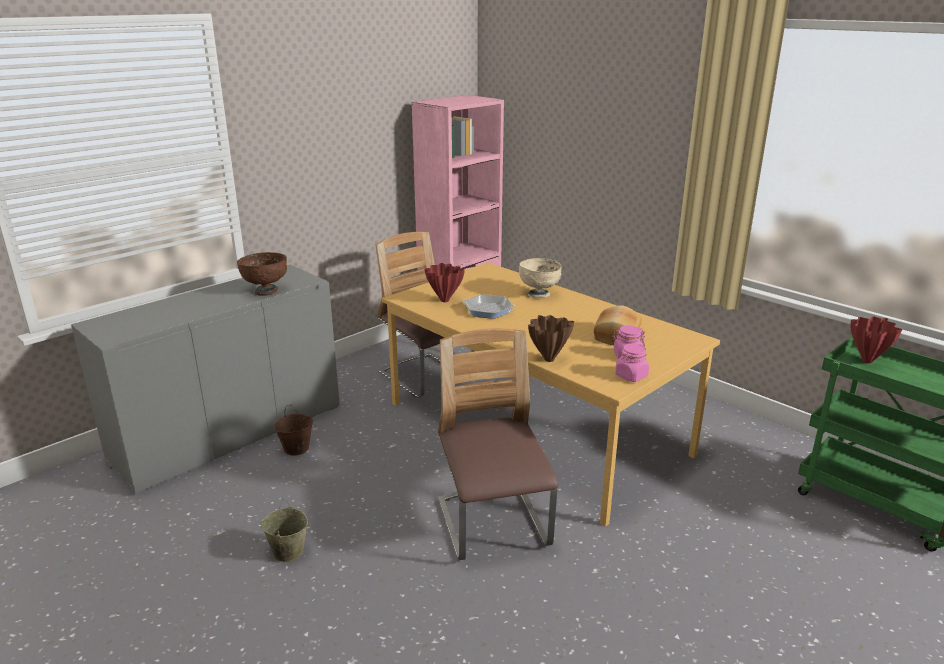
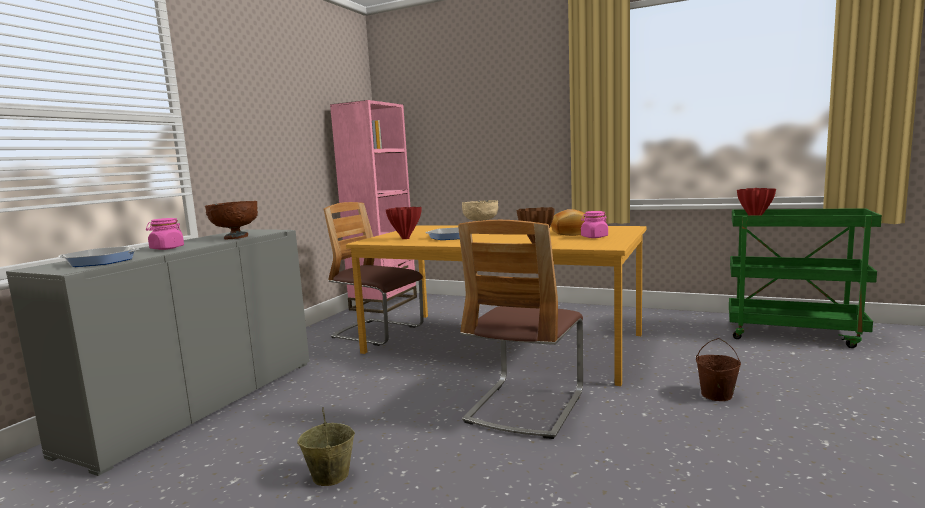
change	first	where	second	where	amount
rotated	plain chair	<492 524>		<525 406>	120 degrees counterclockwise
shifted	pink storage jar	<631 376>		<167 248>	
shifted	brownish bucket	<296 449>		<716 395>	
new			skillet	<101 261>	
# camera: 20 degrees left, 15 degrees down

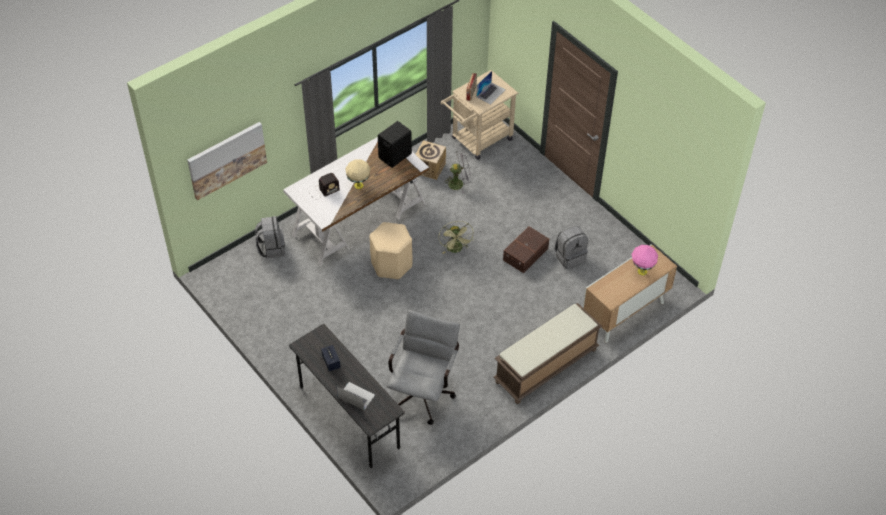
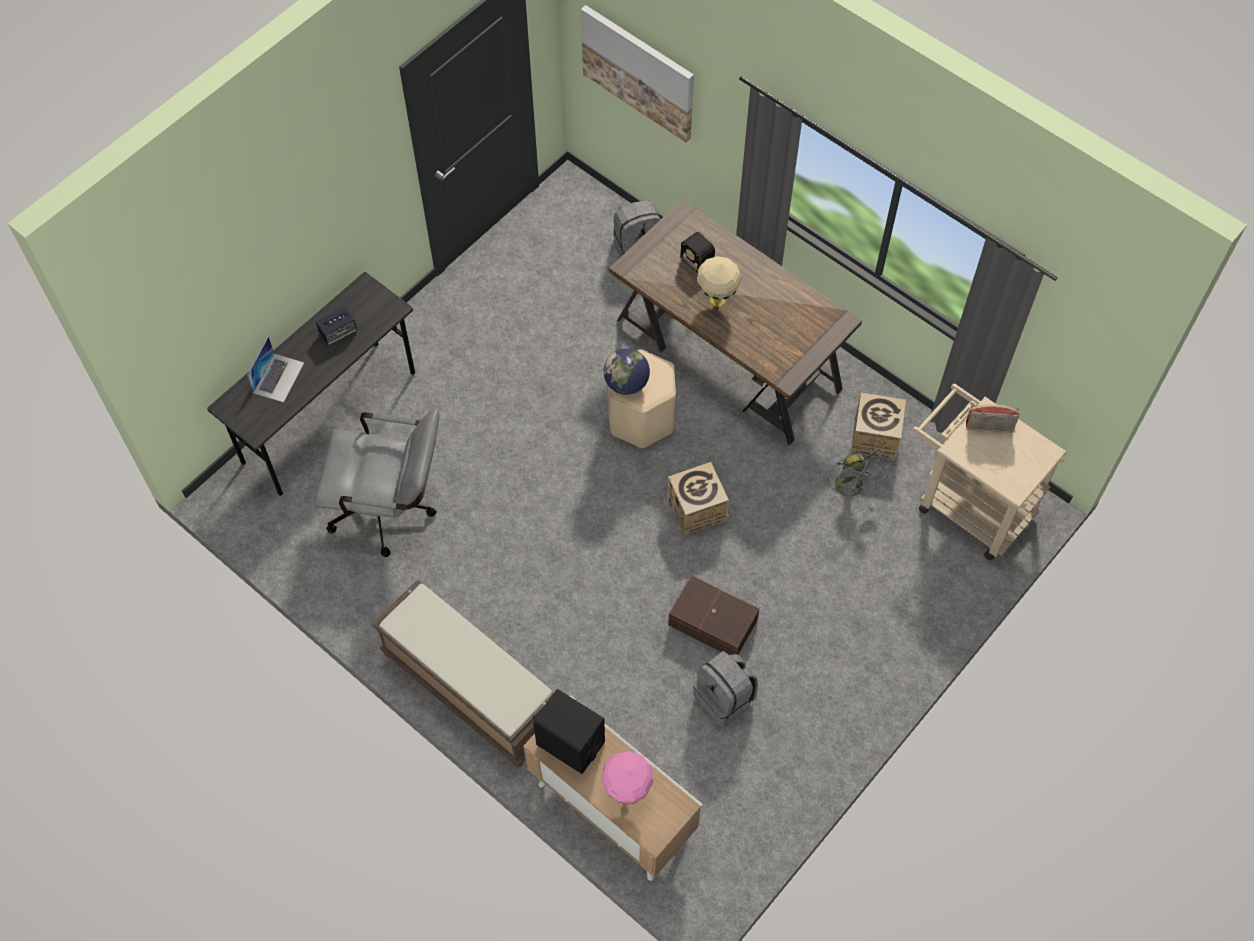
change	first	where	second	where	amount
gone	portable computer	<490 93>			
shifted	blackish speaker	<395 156>		<570 743>	
repainted	white desk	<359 218>	brownish desk	<729 353>	
swapped	green-coloured electric fan	<456 249>	carton	<696 509>	
new			desk globe	<626 383>	
# camera: 80 degrees right, 10 degrees up

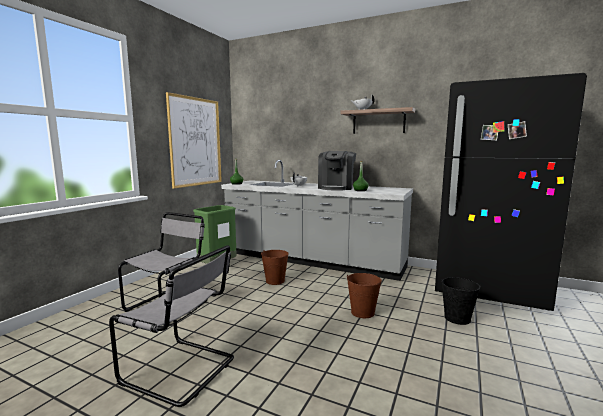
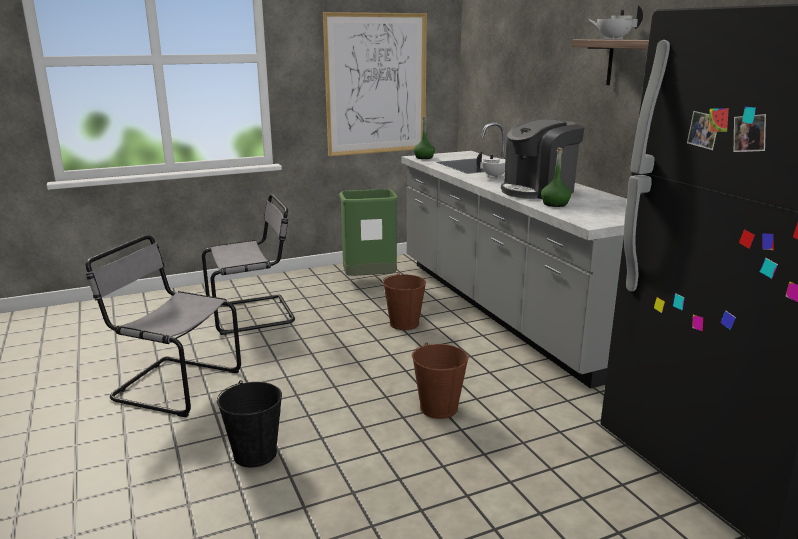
change	first	where	second	where	amount
rotated	gray plain chair	<182 371>		<173 385>	135 degrees clockwise
shifted	blackish bucket	<457 318>		<255 453>	
# camera: 40 degrees right, 10 degrees up

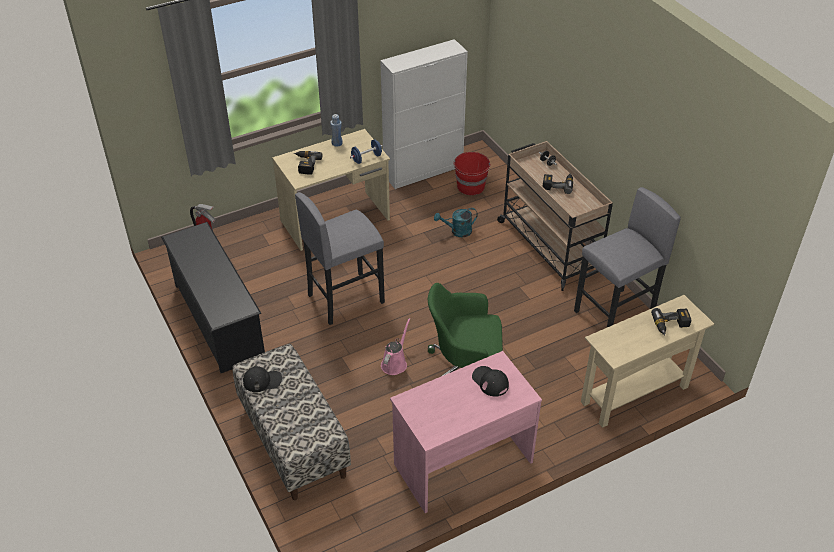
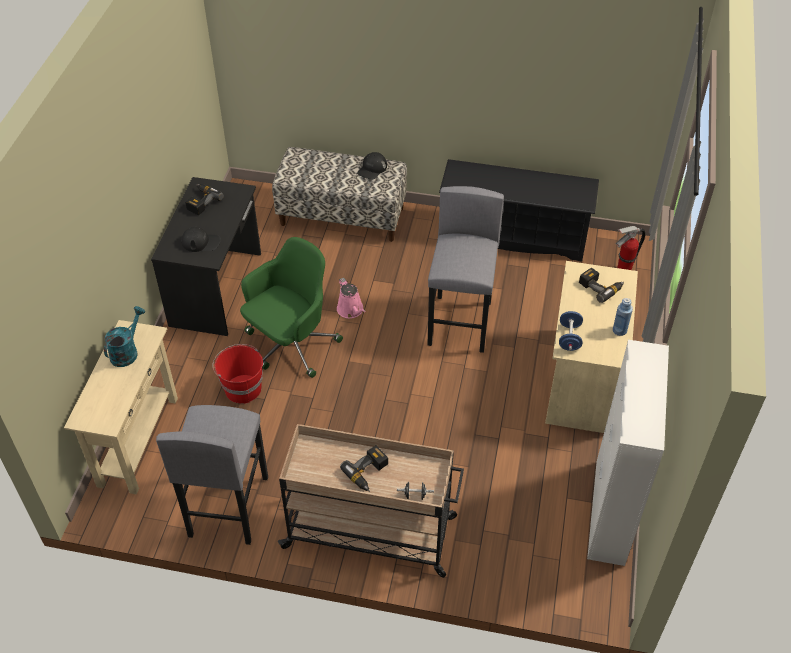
change	first	where	second	where	amount
shifted	red bucket	<471 187>		<242 388>	
shifted	turquoise-coloured watering pot	<457 231>		<127 351>	
shifted	power drill	<671 326>		<201 201>	
repainted	pink desk	<462 462>	blackish desk	<217 289>	
# camera: 130 degrees right, 5 degrees up

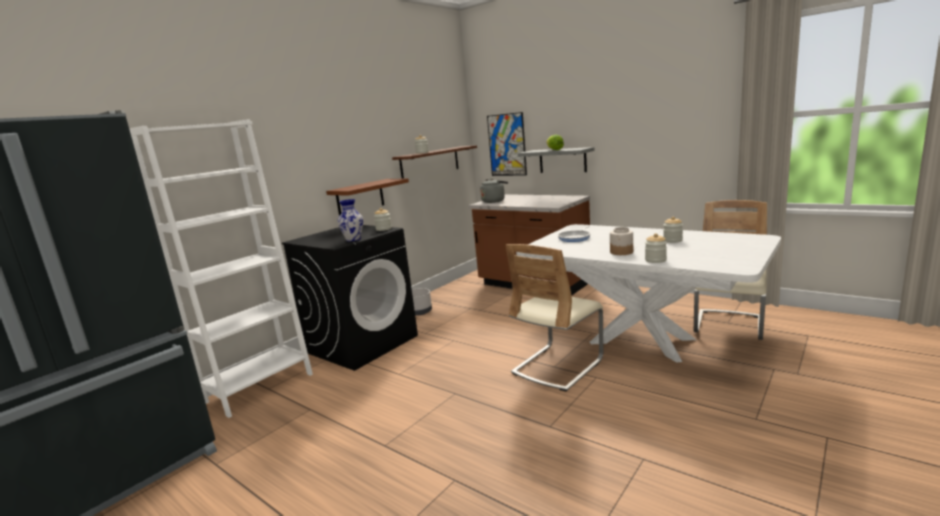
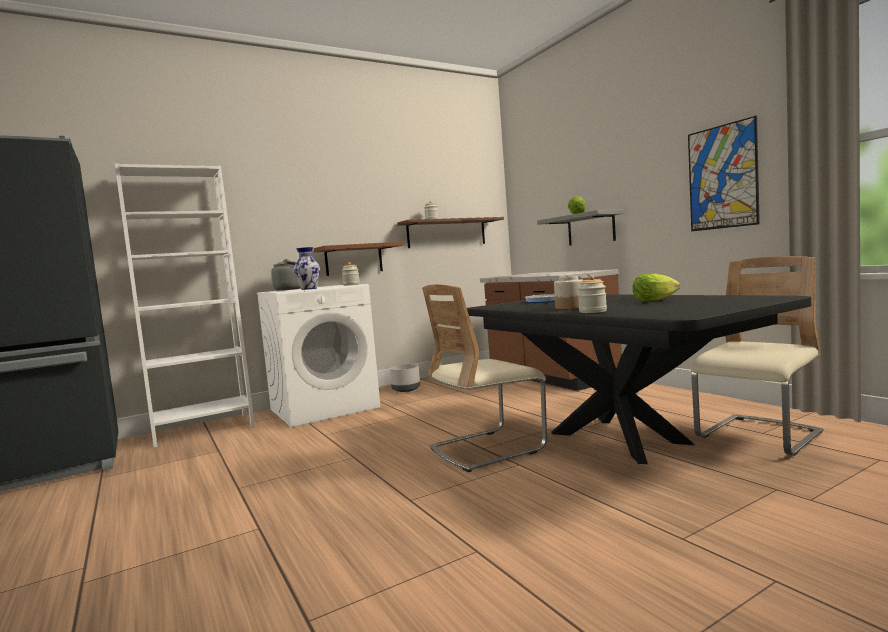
change	first	where	second	where	amount
shifted	wall picture	<507 145>		<722 177>	
shifted	gray kettle	<494 201>		<292 289>	
swapped	storage jar	<672 240>	head of lettuce	<653 300>	
repainted	white dining table	<642 341>	blackish dining table	<618 438>	
repainted	blackish laundry appliance	<362 343>	white laundry appliance	<324 408>	
# camera: 20 degrees right, 10 degrees down

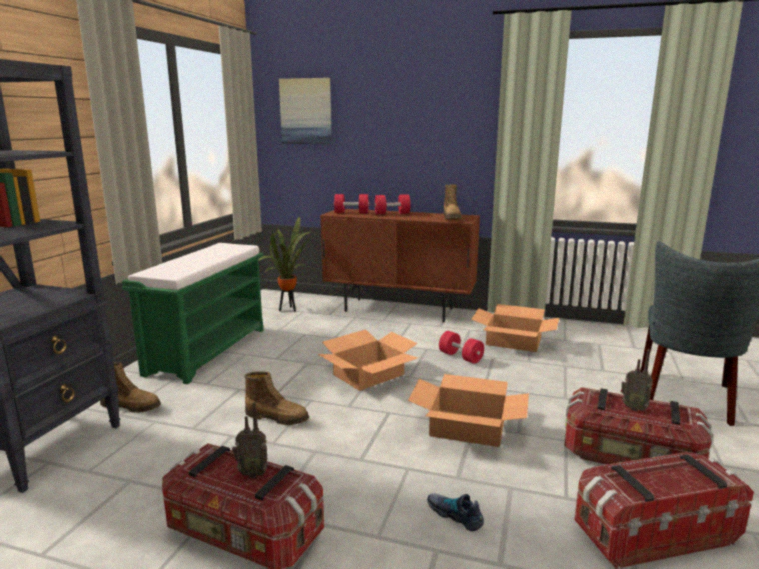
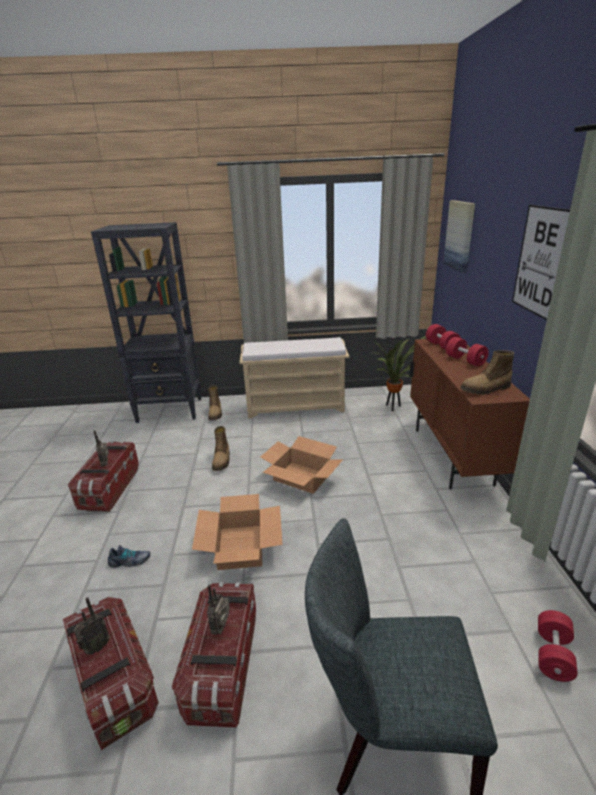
change	first	where	second	where	amount
repainted	green-coloured long seat	<208 350>	beige long seat	<296 406>	
gone	carton	<513 341>			
shifted	red dumbbell	<460 357>		<553 654>	
rotated	shoe	<455 515>		<130 561>	60 degrees clockwise
new			wall picture	<541 261>	
new			radio	<95 648>	
# camera: 70 degrees right, 10 degrees up

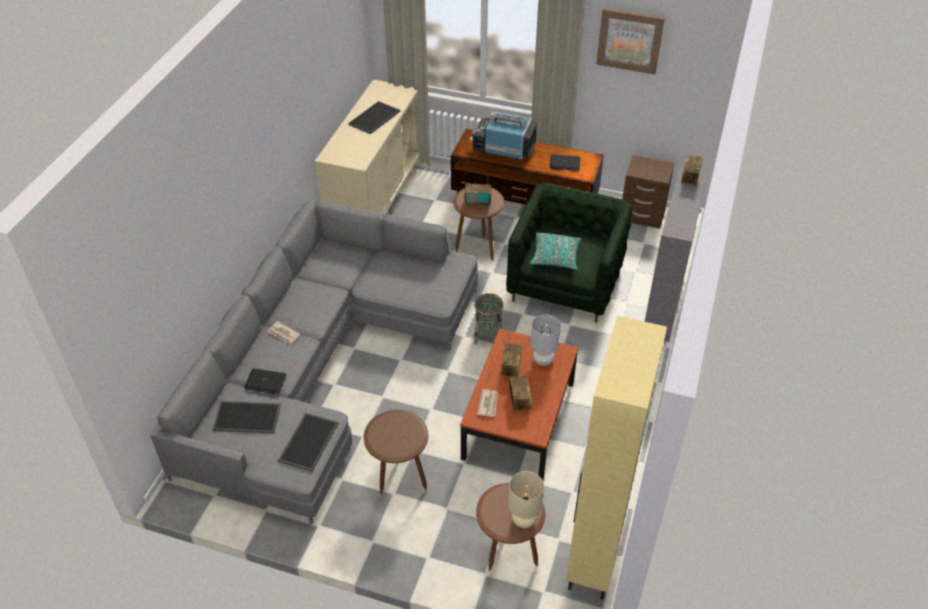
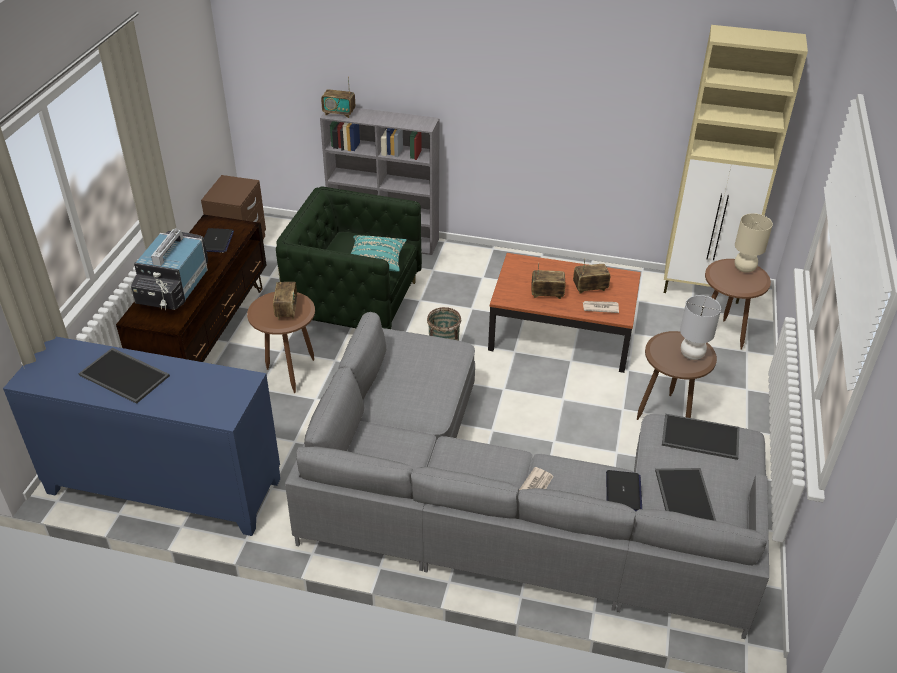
change	first	where	second	where	amount
gone	wall picture	<630 40>			
repainted	beige cabinet	<375 199>	blue-coloured cabinet	<163 487>	
shifted	gray lamp for a table	<543 360>		<691 354>	
# camera: 95 degrees left, 5 degrees down

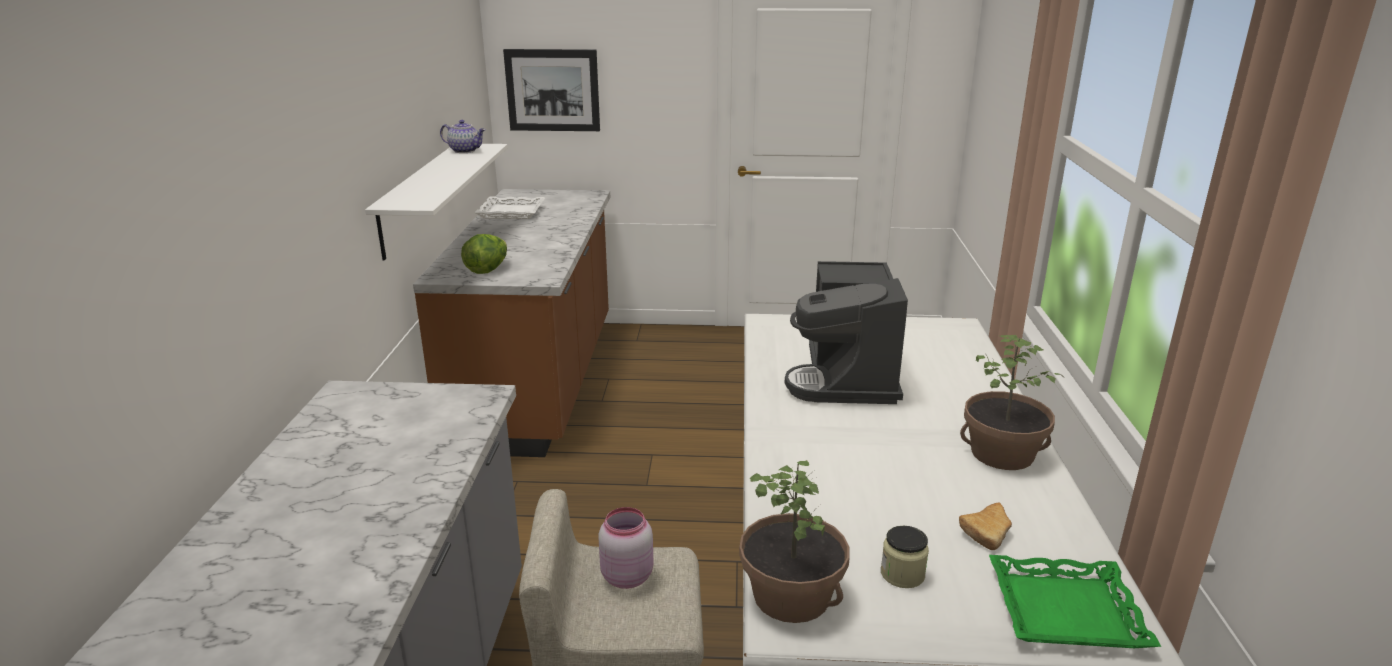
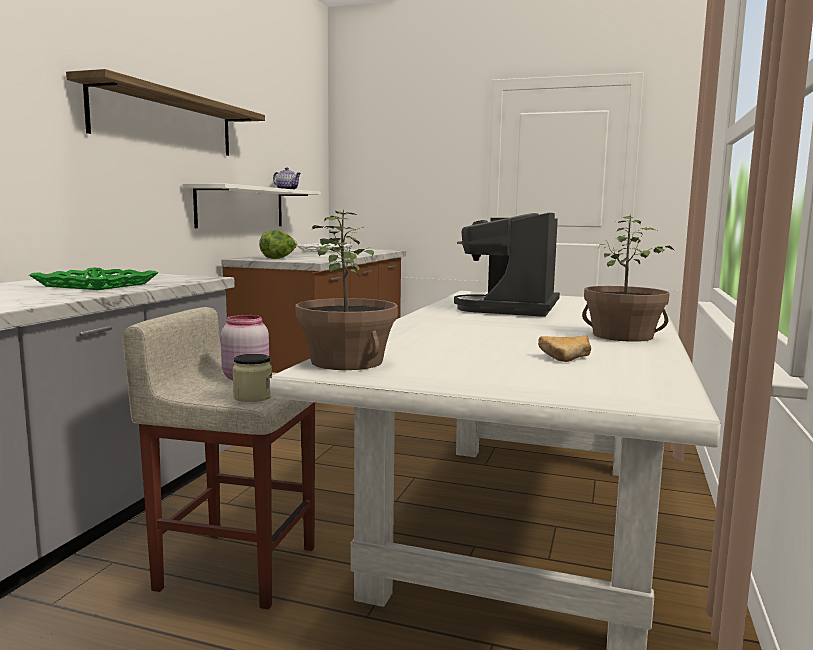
change	first	where	second	where	amount
gone	wall picture	<552 90>			
shifted	storage jar	<902 574>		<253 397>	
shifted	green-coloured carrying tray	<1066 612>		<95 285>	
new			wall shelf	<166 122>	
# camera: 15 degrees right, 15 degrees down

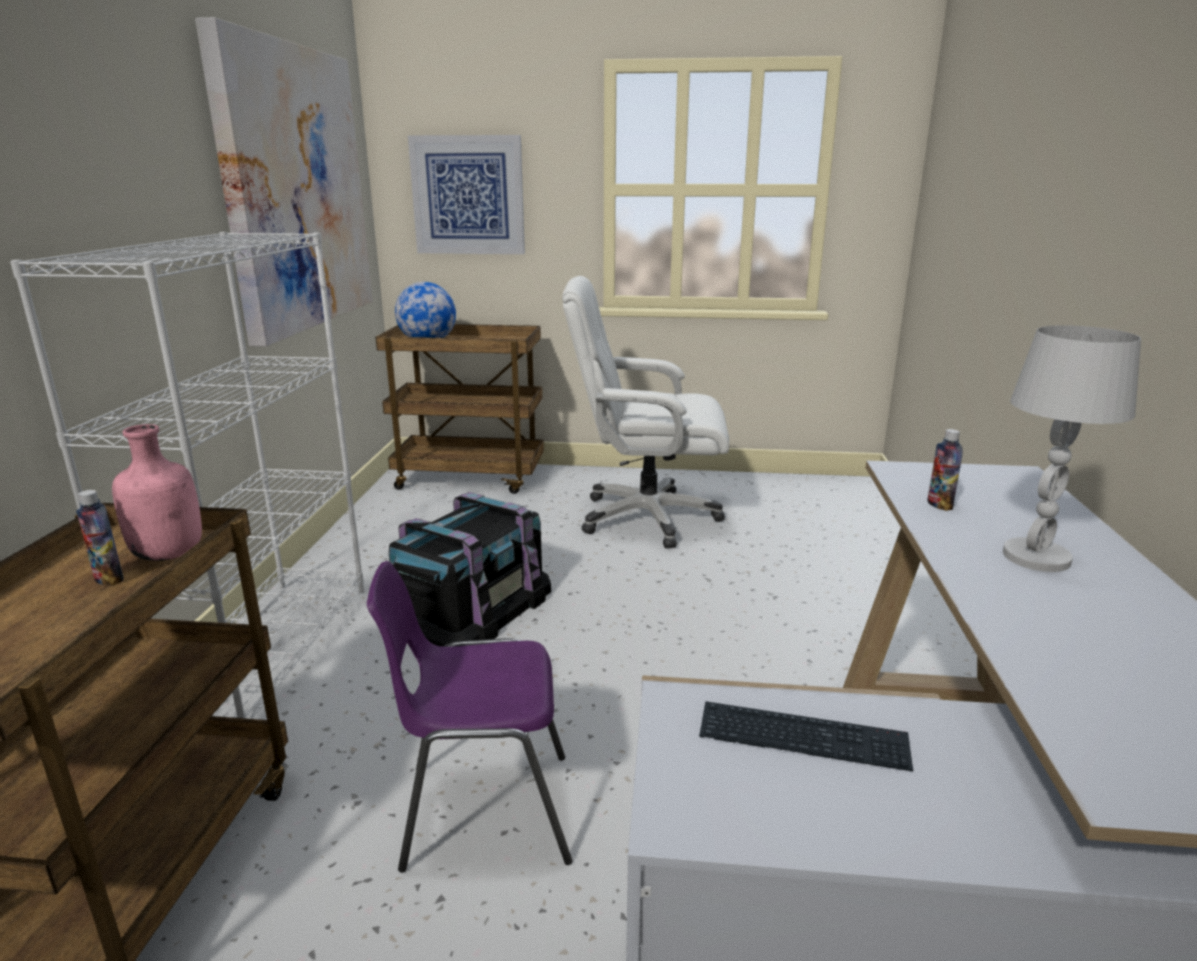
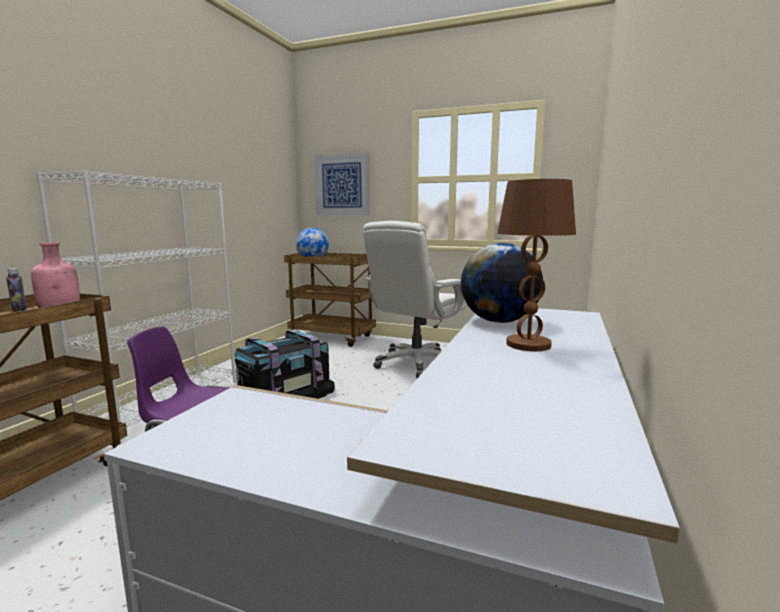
change	first	where	second	where	amount
gone	wall picture	<294 189>			
rotated	white computer chair	<646 517>		<416 363>	75 degrees counterclockwise
repainted	white lamp for a table	<1036 557>	brownish lamp for a table	<528 344>	
swapped	bottle	<939 505>	desk globe	<499 321>	
gone	PC keyboard	<802 739>			
# camera: 15 degrees right, 10 degrees down

